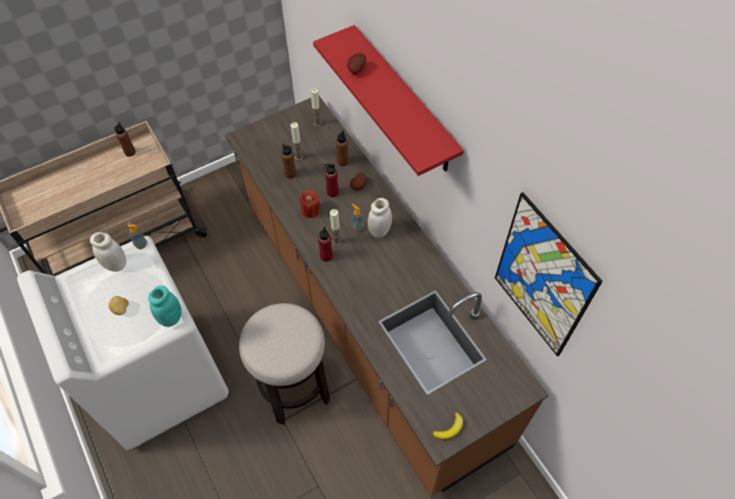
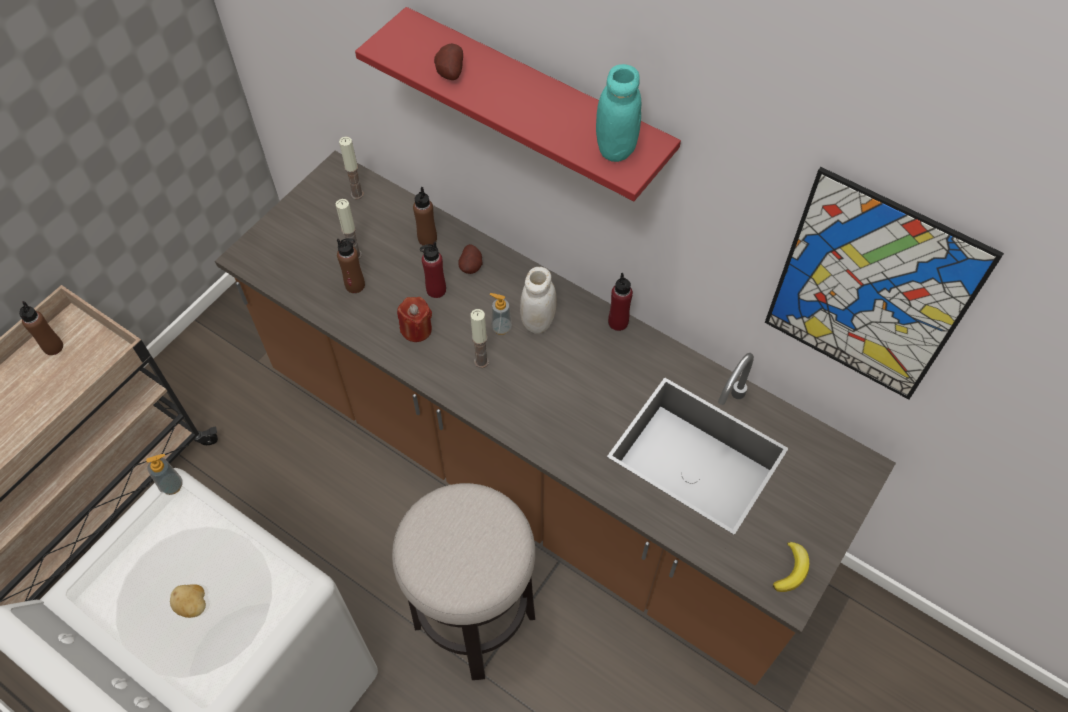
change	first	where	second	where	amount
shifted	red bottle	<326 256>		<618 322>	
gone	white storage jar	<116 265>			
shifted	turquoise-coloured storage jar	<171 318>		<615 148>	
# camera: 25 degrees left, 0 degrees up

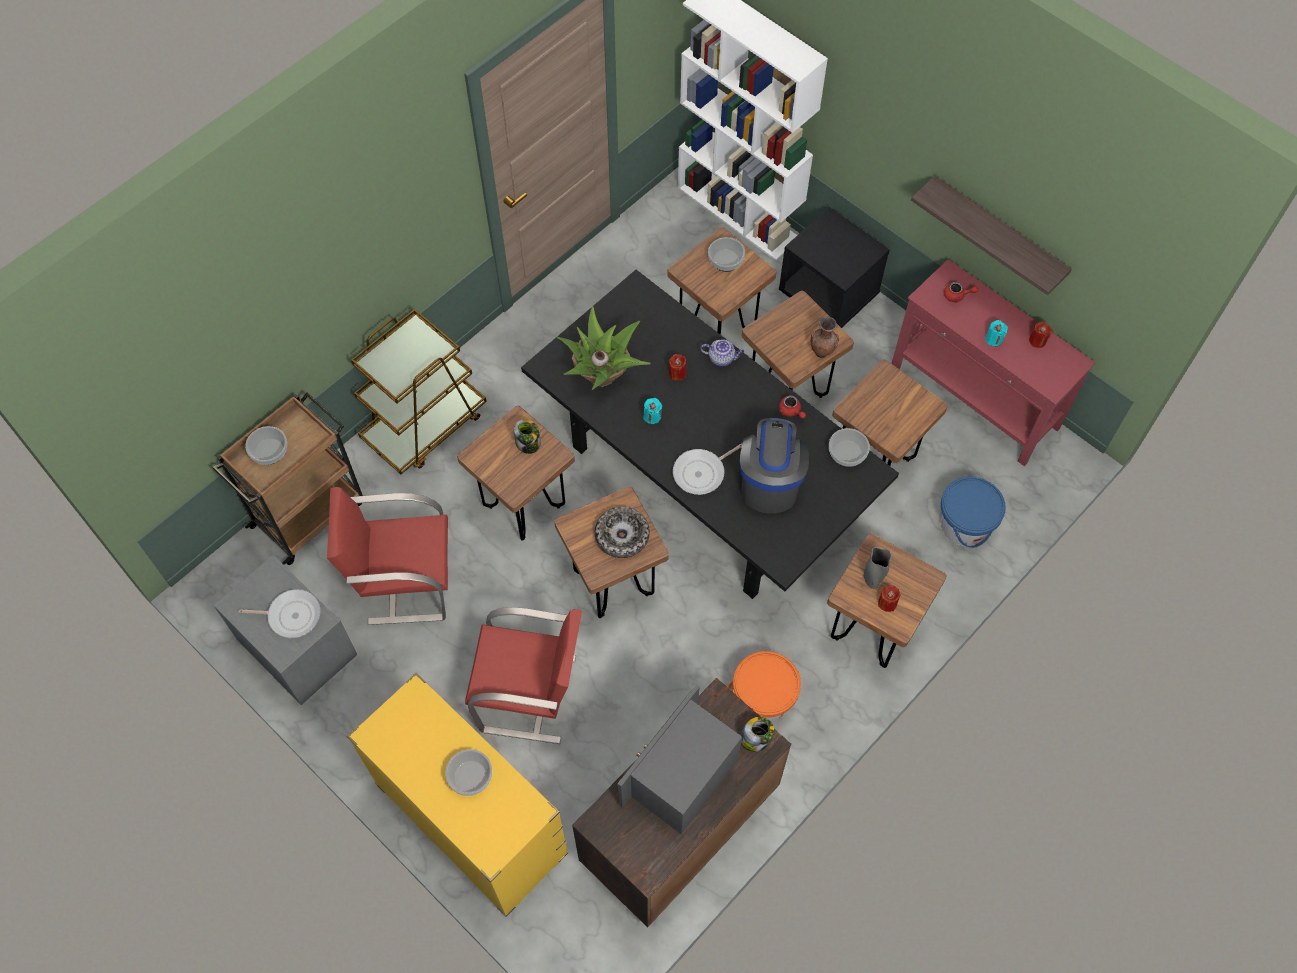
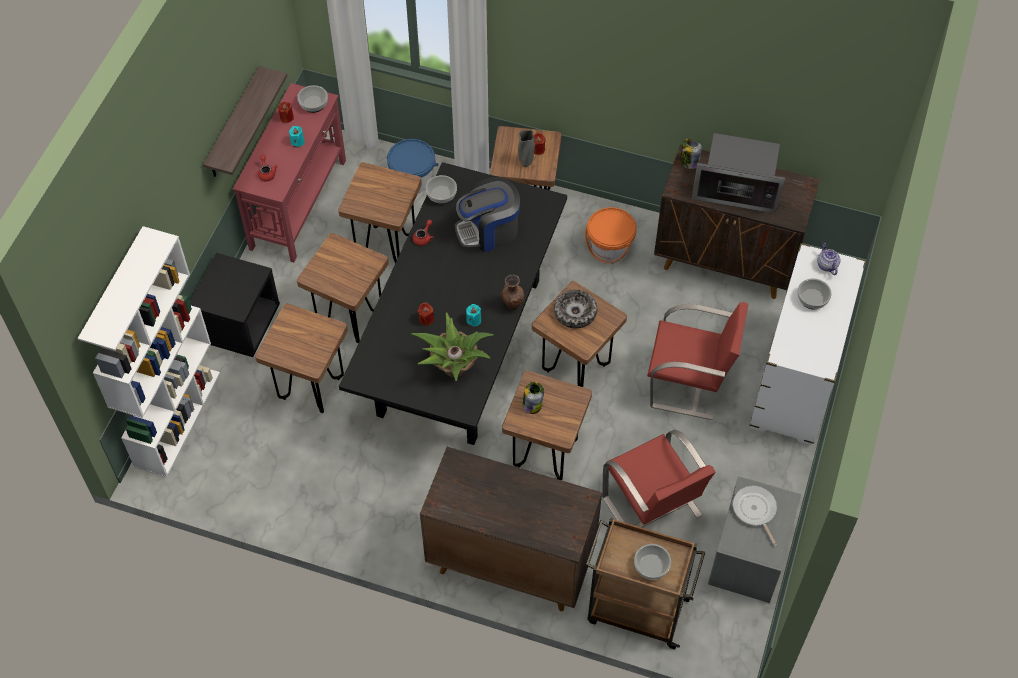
change	first	where	second	where	amount
shifted	deep dish	<726 260>		<313 103>	
swapped	brownish trolley	<425 425>	brownish cabinet	<509 563>	
shifted	brownish decorative vase	<822 352>		<512 305>	
shifted	tea pot	<722 358>		<826 265>	
gone	skillet	<701 473>			
rotated	red plain chair	<531 694>		<689 383>	120 degrees clockwise
repainted	yellowish dresser	<471 820>	white dresser	<796 379>	
# camera: 115 degrees left, 5 degrees down

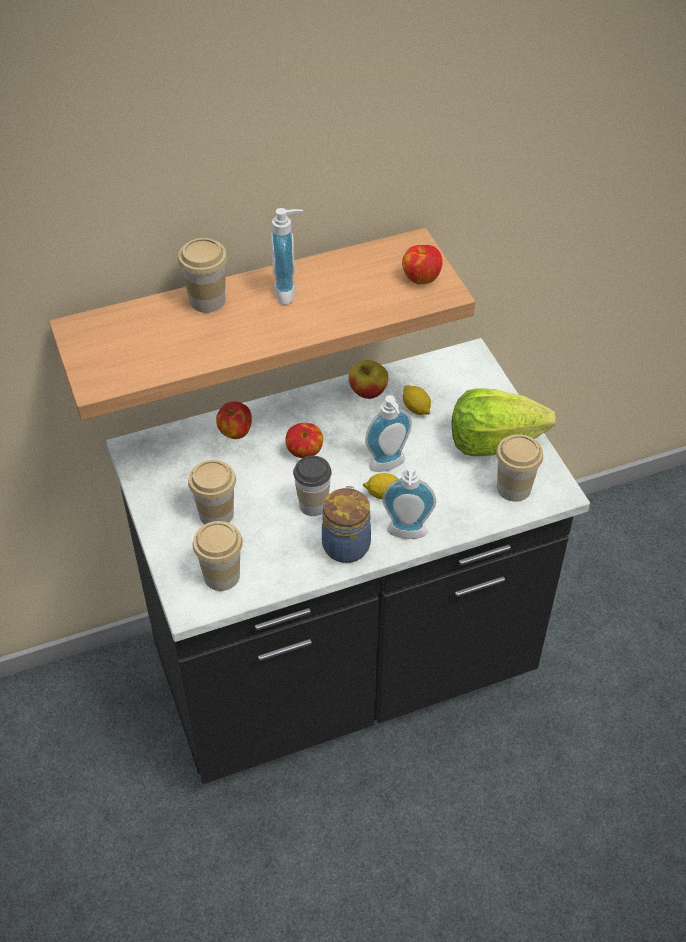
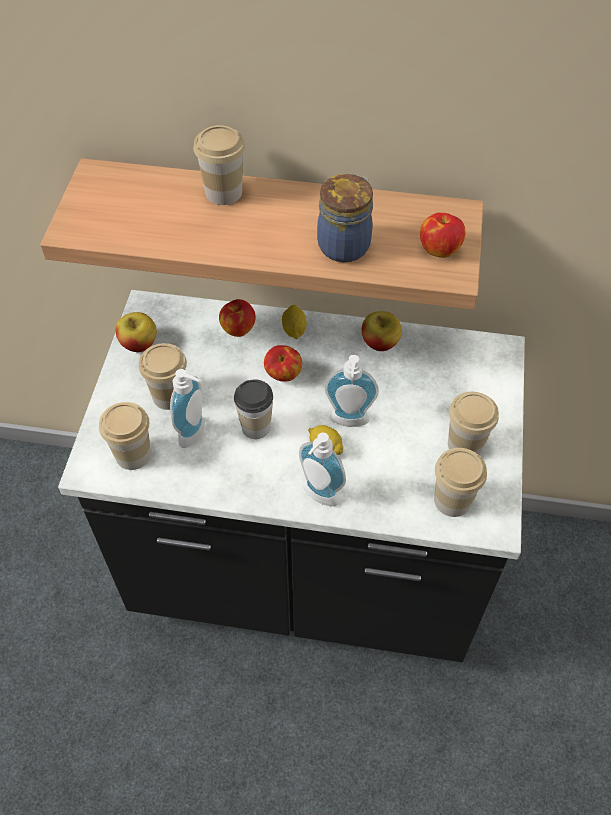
change	first	where	second	where	amount
shifted	soap dispenser	<289 291>		<196 434>	
shifted	whole lemon	<416 408>		<294 329>	
swapped	head of lettuce	<493 441>	drinking cup	<465 444>	
shifted	storage jar	<346 544>		<345 244>	
new			apple fruit	<139 343>	
# camera: 30 degrees right, 5 degrees up

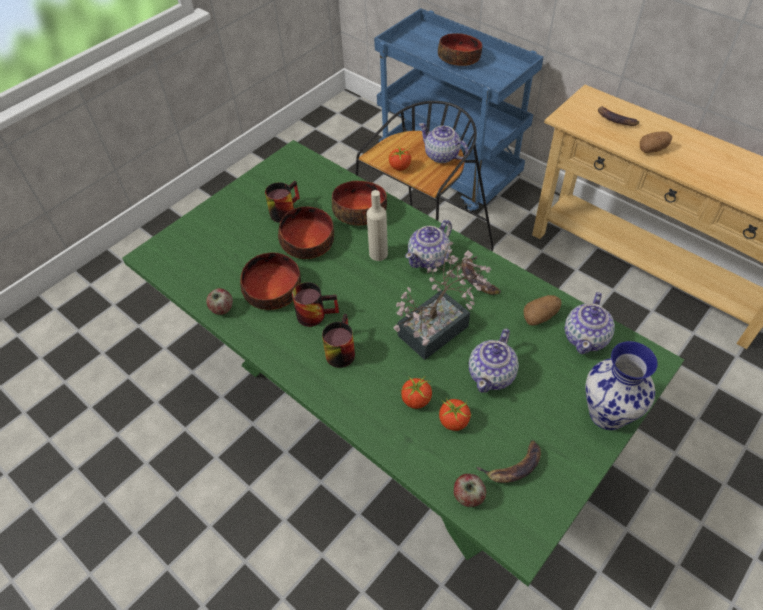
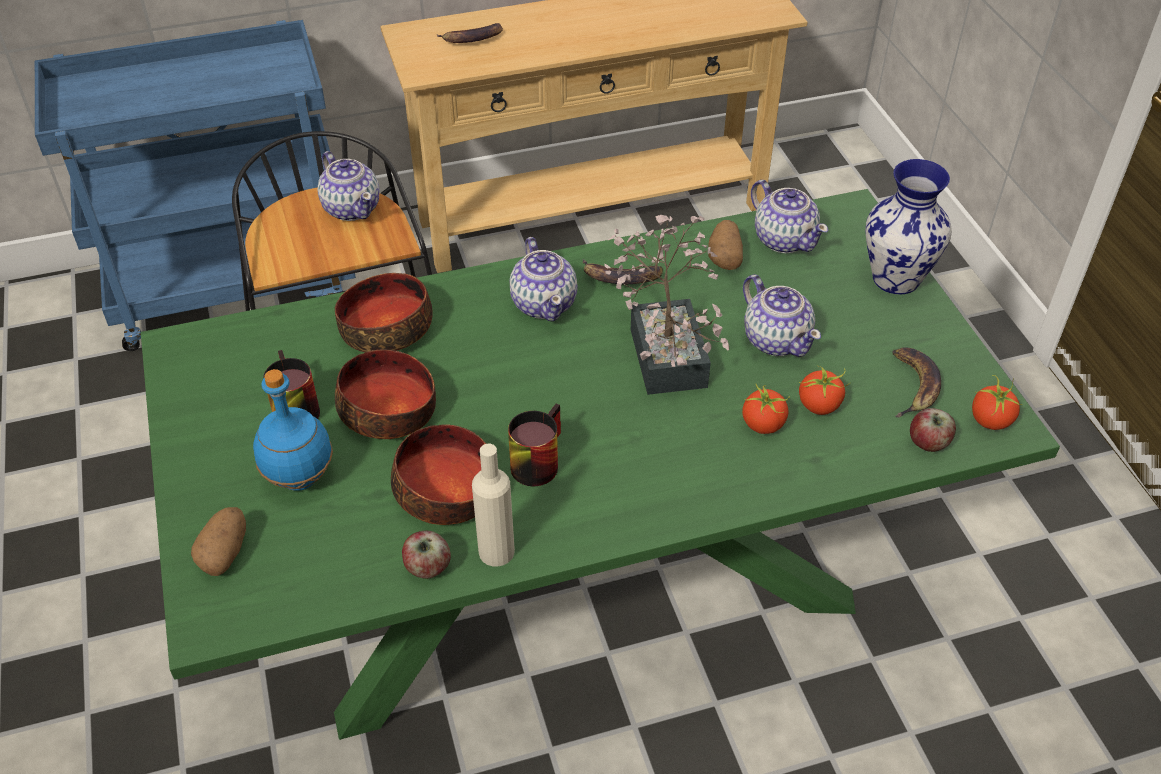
change	first	where	second	where	amount
gone	deep dish	<459 58>			
rotated	tea pot	<442 156>		<352 208>	105 degrees counterclockwise
shifted	whole potato	<652 149>		<225 552>	
shifted	tomato	<400 167>		<990 420>	
shifted	beige bottle	<378 254>		<496 551>	
gone	tea mug	<339 350>			
new			blue-coloured bottle	<300 478>	
# camera: 60 degrees left, 5 degrees down

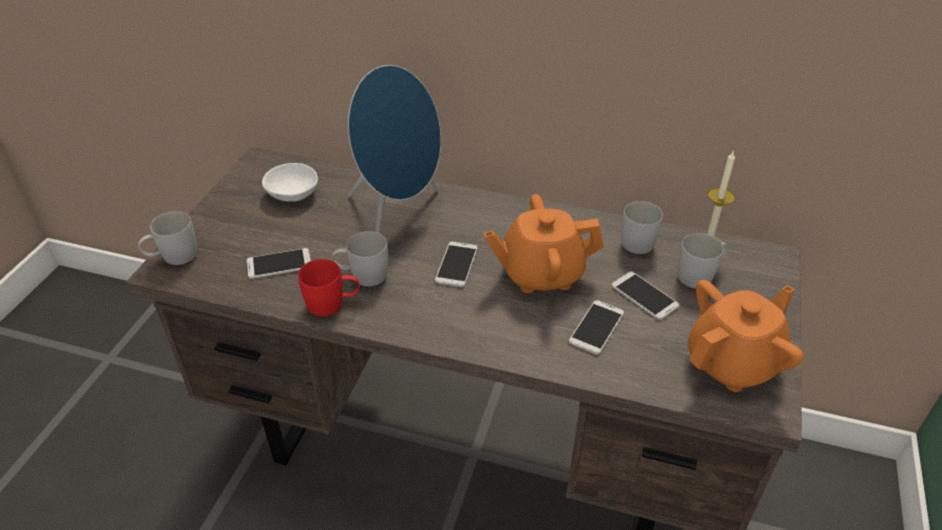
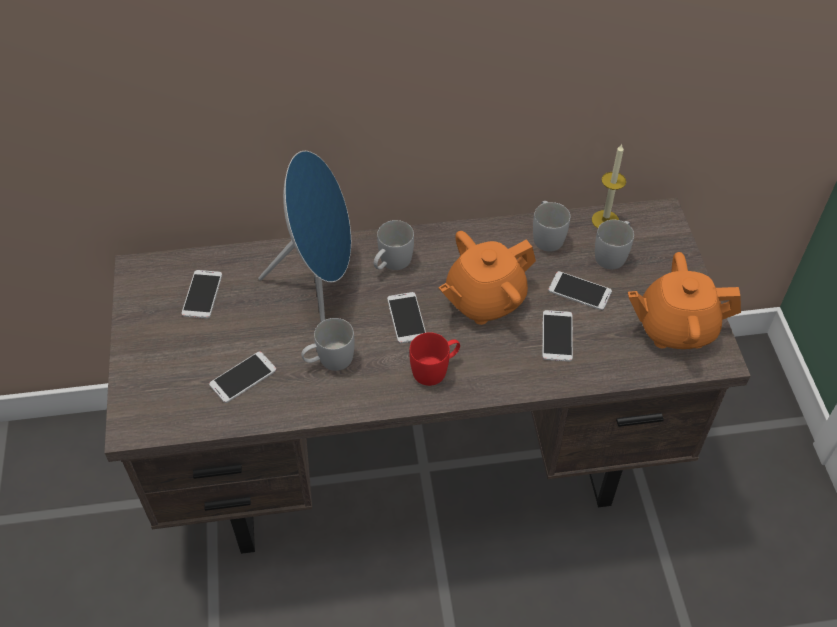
change	first	where	second	where	amount
swapped	white deep dish	<294 193>	telephone	<202 294>	
shifted	white tea mug	<173 257>		<391 263>	
shifted	red tea mug	<333 304>		<435 369>	
rotated	orange tea pot	<733 362>		<675 328>	120 degrees counterclockwise
# camera: 25 degrees left, 10 degrees up

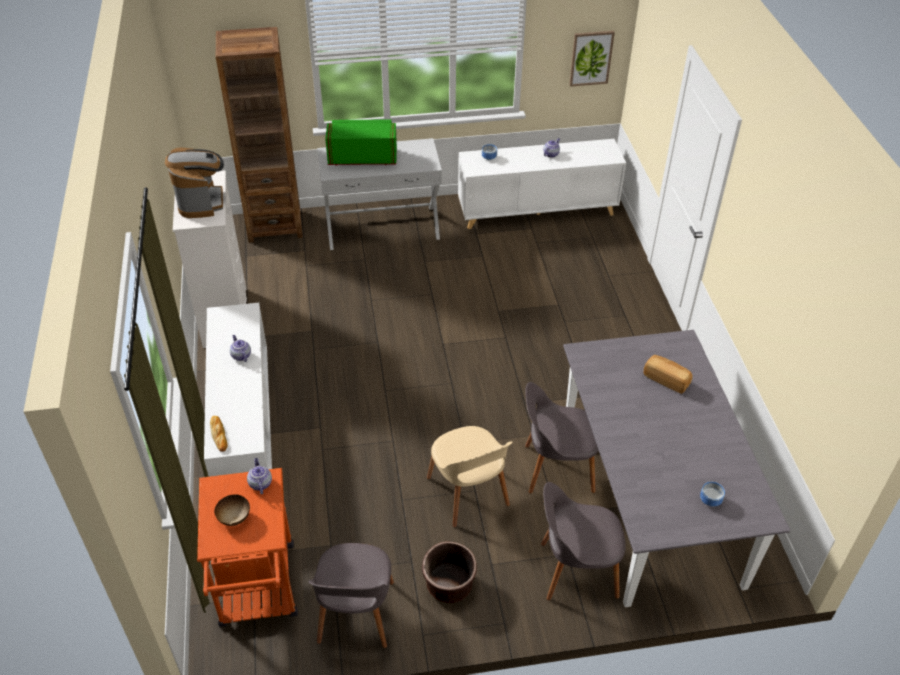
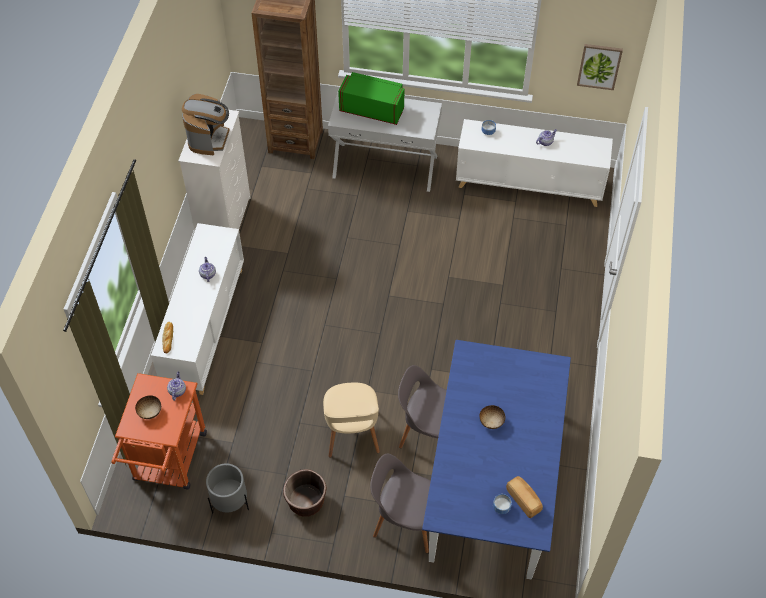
change	first	where	second	where	amount
repainted	gray dining table	<650 498>	blue-coloured dining table	<493 482>	
shifted	bread	<666 379>		<524 500>	
swapped	gray plain chair	<355 614>	gray planter	<230 502>	
new			deep dish	<491 422>	
# camera: 20 degrees right, 10 degrees up

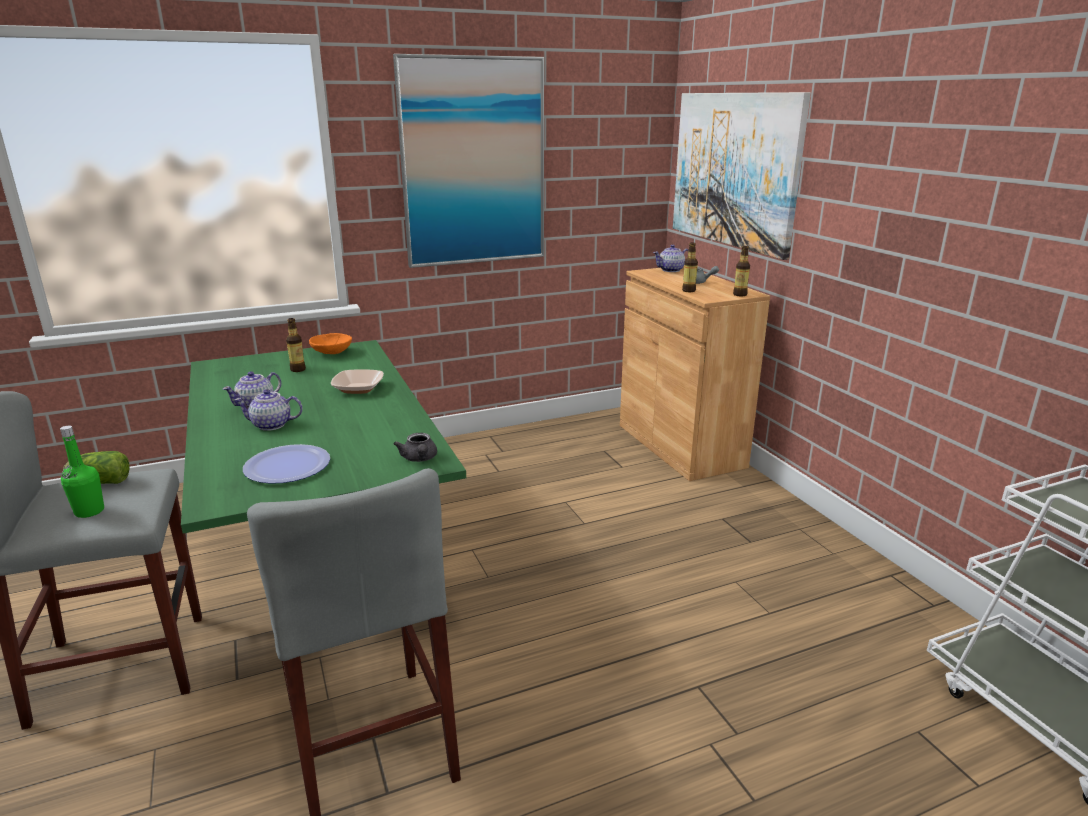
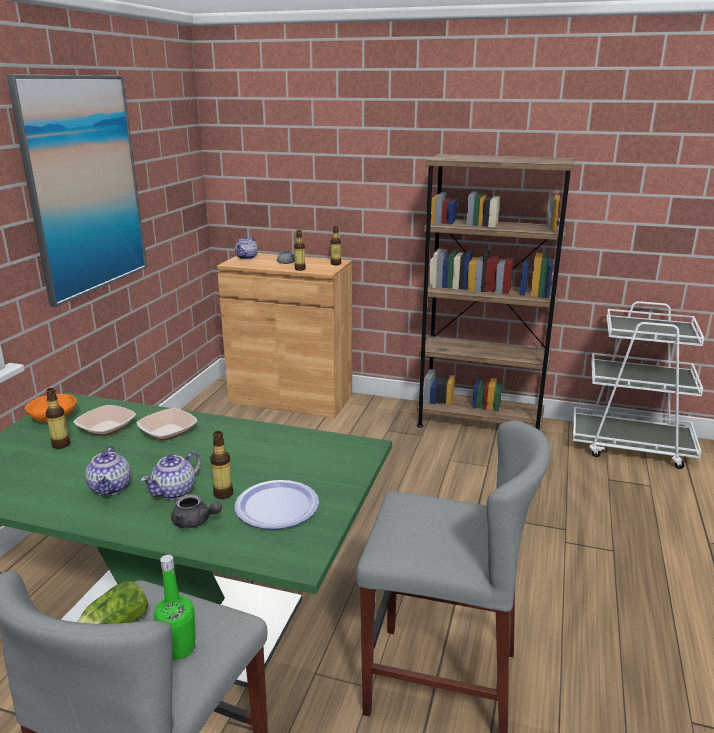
change	first	where	second	where	amount
gone	wall picture	<734 170>			
shifted	gray tea pot	<419 459>		<195 522>	
new			brownish shelving unit	<479 423>	
new			deep dish	<106 428>	
new			bottle	<223 494>	
# camera: 50 degrees left, 0 degrees up

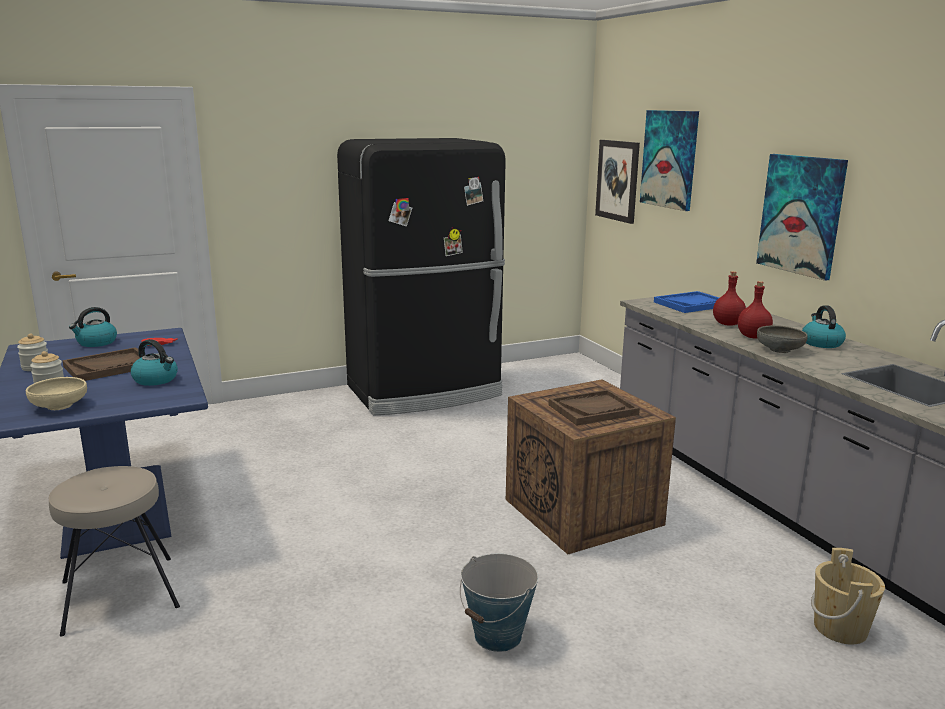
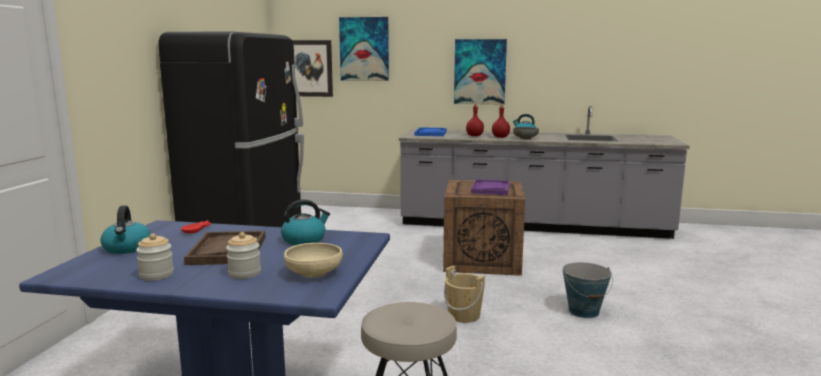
change	first	where	second	where	amount
repainted	brownish carrying tray	<593 409>	purple carrying tray	<490 189>	
shifted	beige bucket	<840 628>		<464 315>	
# camera: 55 degrees left, 5 degrees down

